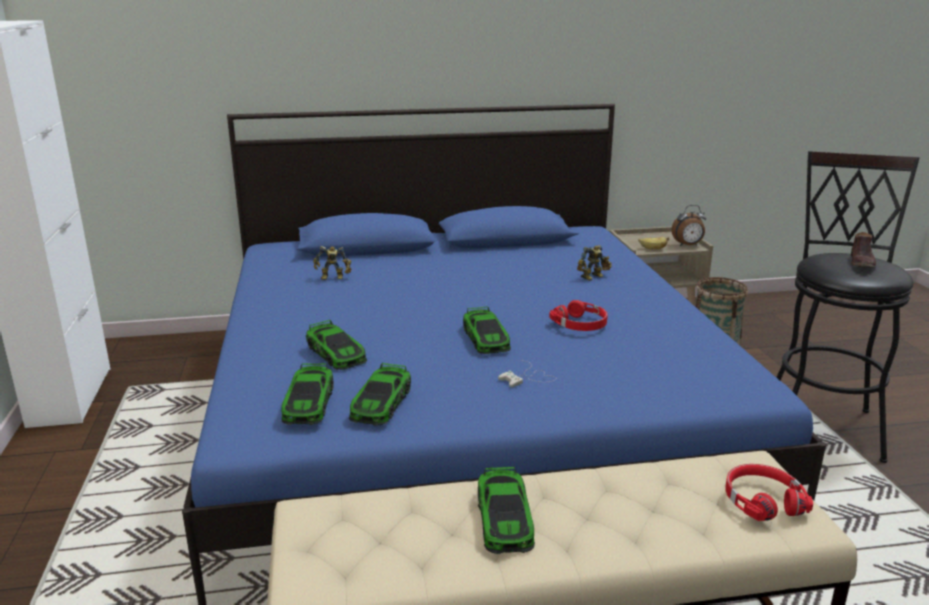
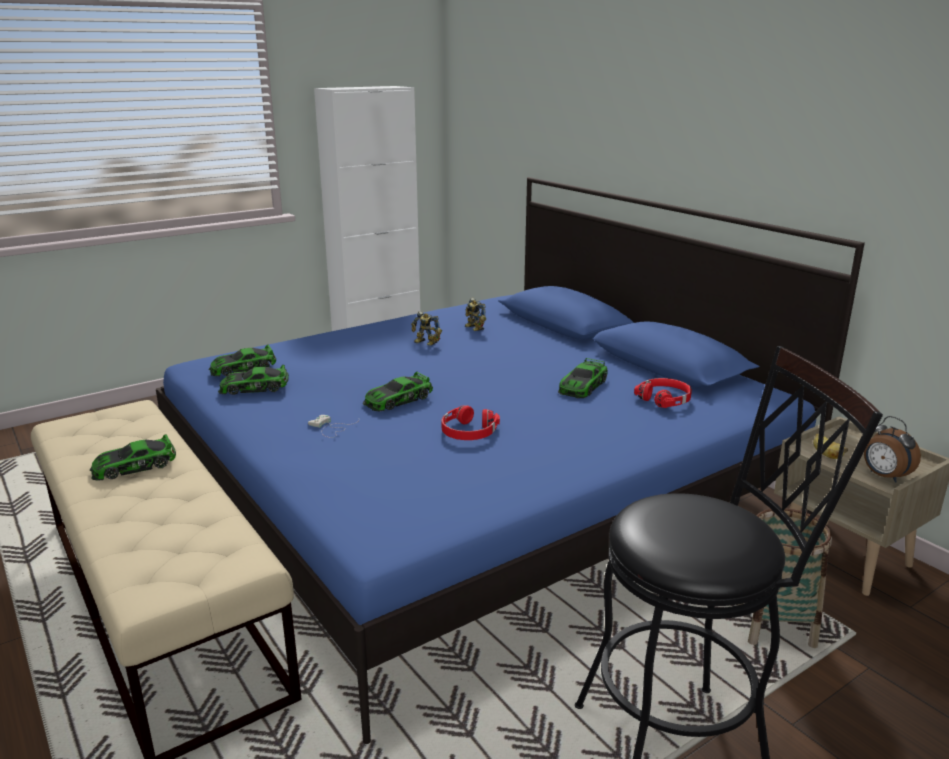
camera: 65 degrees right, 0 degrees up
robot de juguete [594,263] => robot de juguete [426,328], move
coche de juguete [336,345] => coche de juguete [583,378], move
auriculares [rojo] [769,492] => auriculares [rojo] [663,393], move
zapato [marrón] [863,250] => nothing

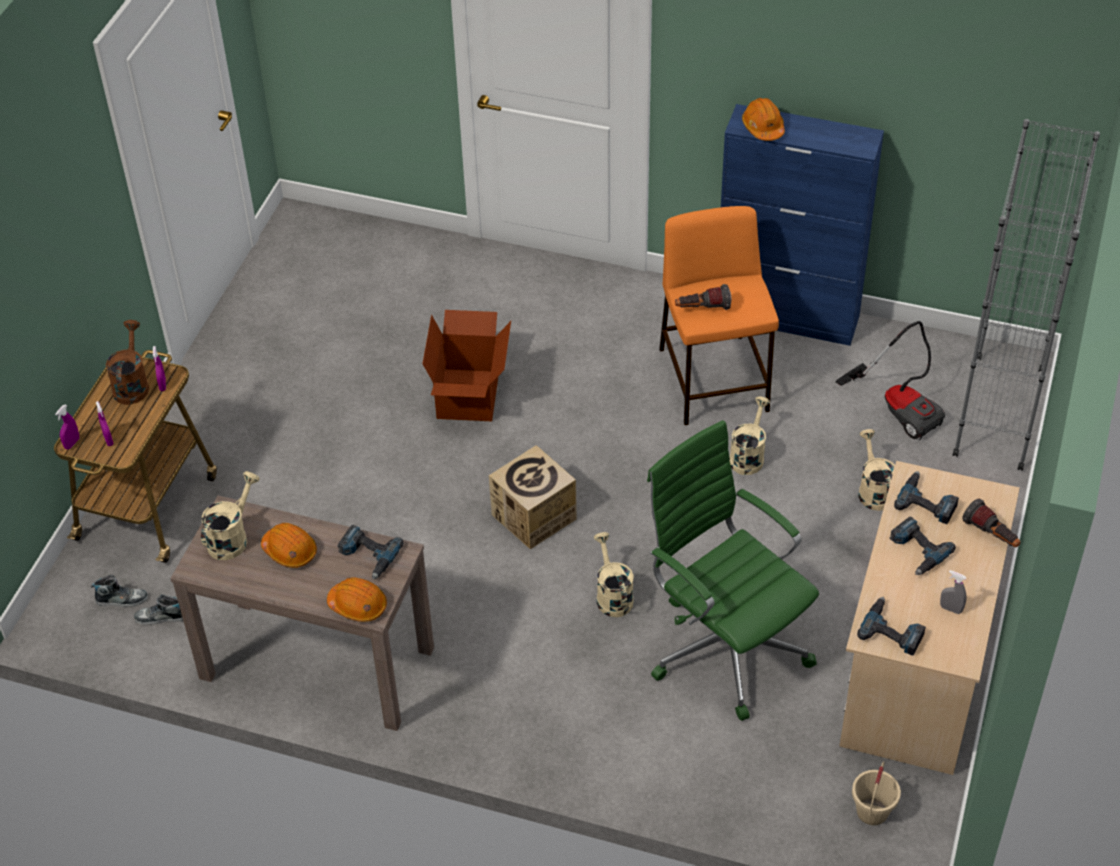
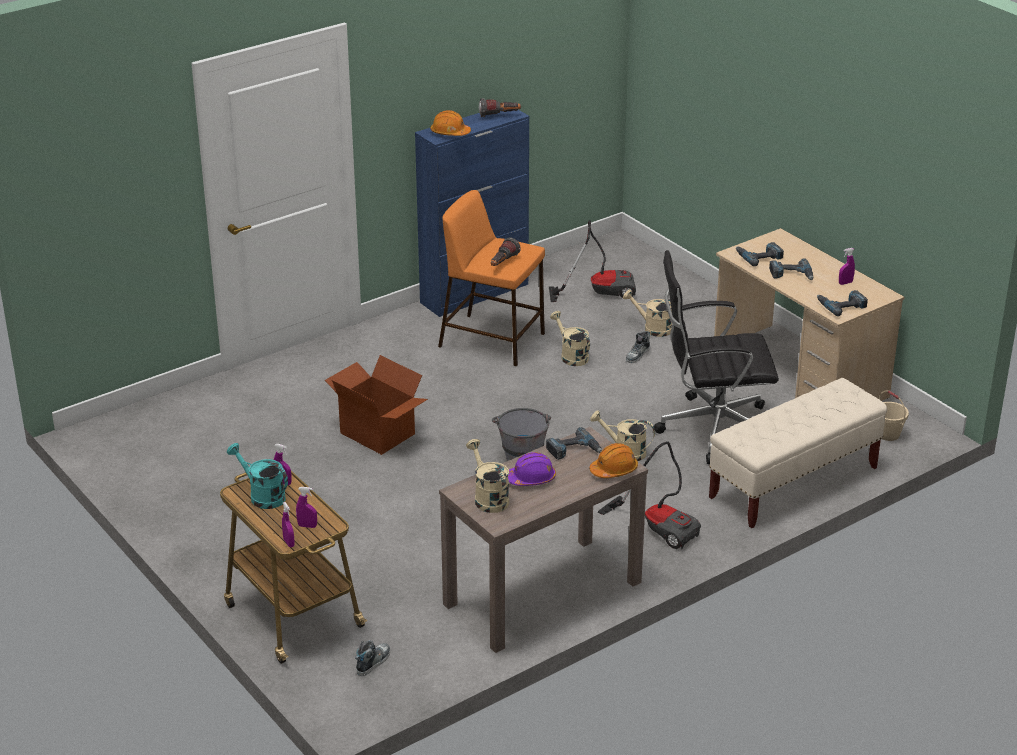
camera: 55 degrees left, 15 degrees down
regadera [marrón] [127,362] => regadera [turquesa] [257,476]
linterna [992,523] => linterna [500,107], move
caja de cartón [533,497] => cubo [gris] [521,434]
casco [naranja] [289,545] => casco [morado] [532,469]
nothing => aspiradora [649,495]
zapato [158,609] => zapato [638,347], move
silla de oficina [verde] [733,570] => silla de oficina [negro] [716,357]
nothing => banco [beis] [798,453]
pulverizador [gris] [953,592] => pulverizador [morado] [847,266]
estantería [gris] [1026,295] => nothing

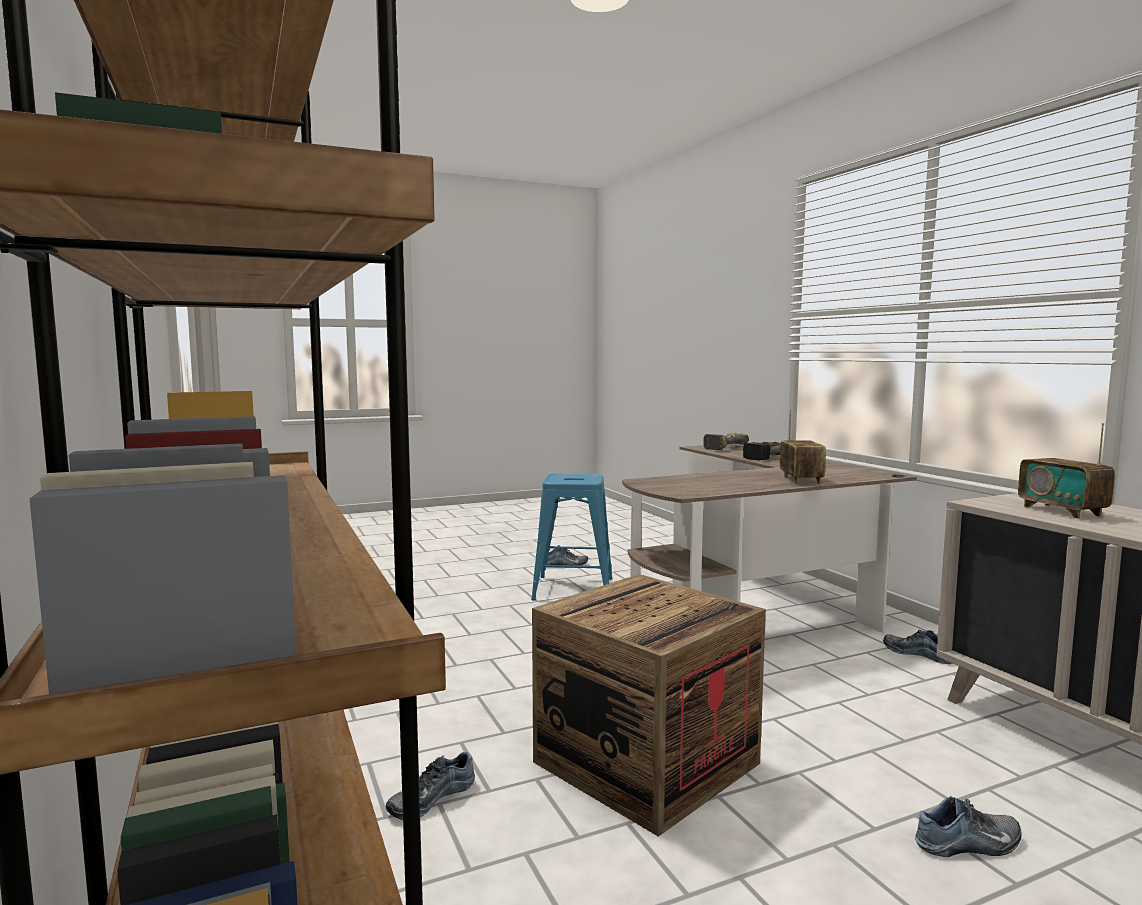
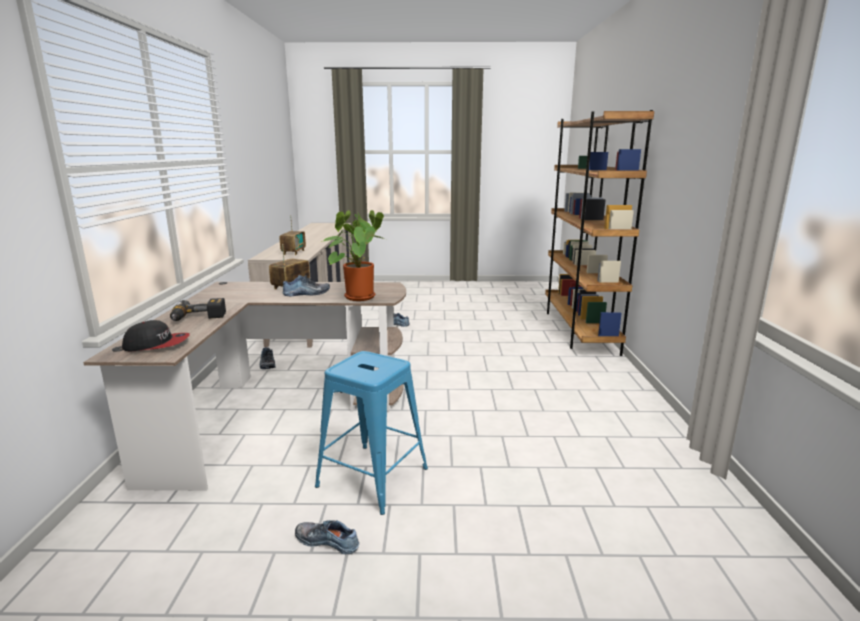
camera: 155 degrees left, 10 degrees up
taladro [726,441] => gorra [156,335]
zapato [430,786] => zapato [306,285], move
nothing => planta en maceta [352,255]
caja de embalaje [649,705] => nothing

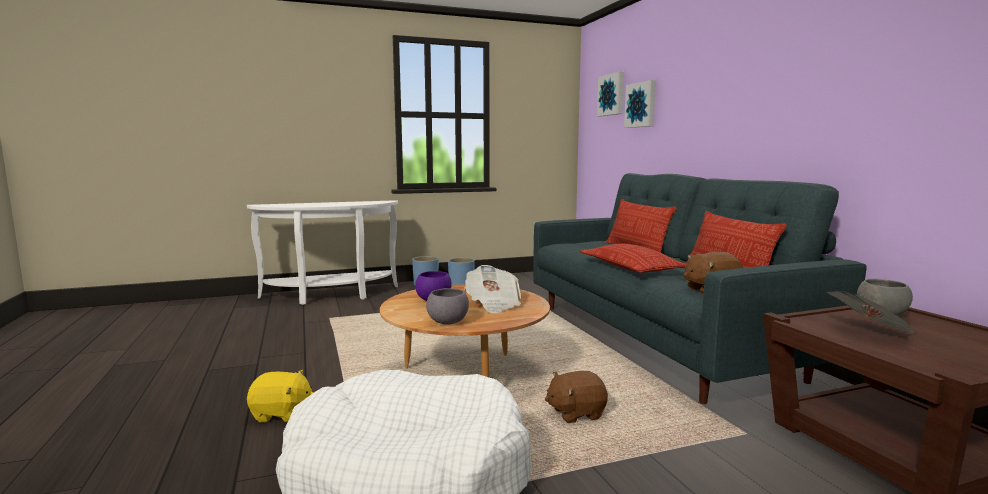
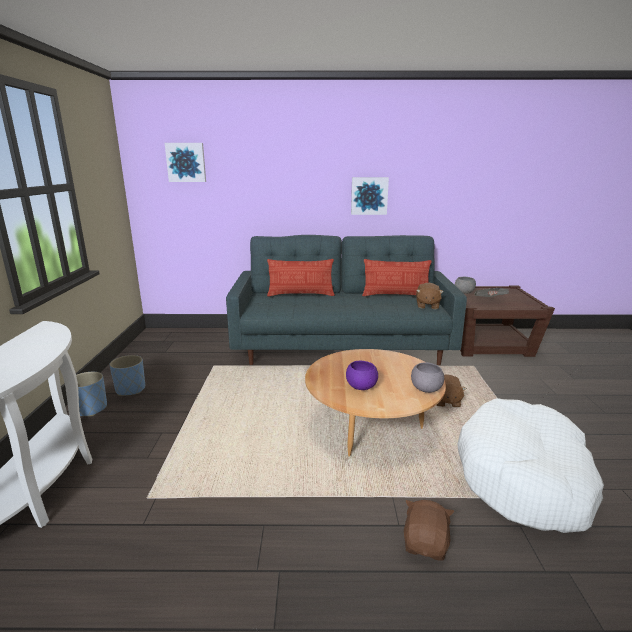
camera: 70 degrees left, 10 degrees up
cuadro [640,104] => cuadro [370,196], move
peluche [amarillo] [280,396] => peluche [marrón] [429,530]
periódico [492,289] => nothing
cojín [633,258] => nothing

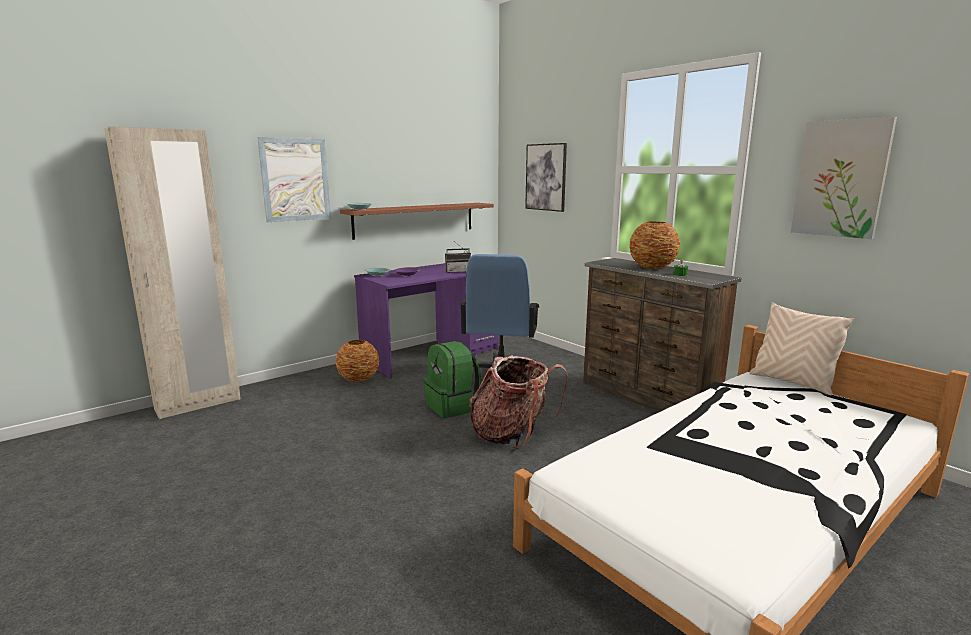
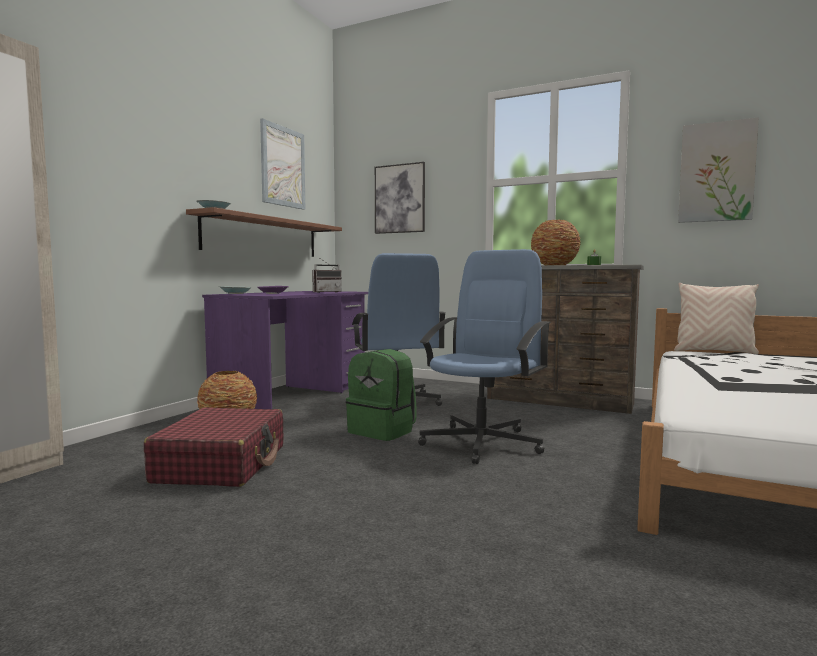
camera: 25 degrees left, 10 degrees down
nothing => maleta [rojo] [213,447]
cuadro [294,179] => cuadro [282,164], move
mochila [518,402] => silla de oficina [azul] [484,356]

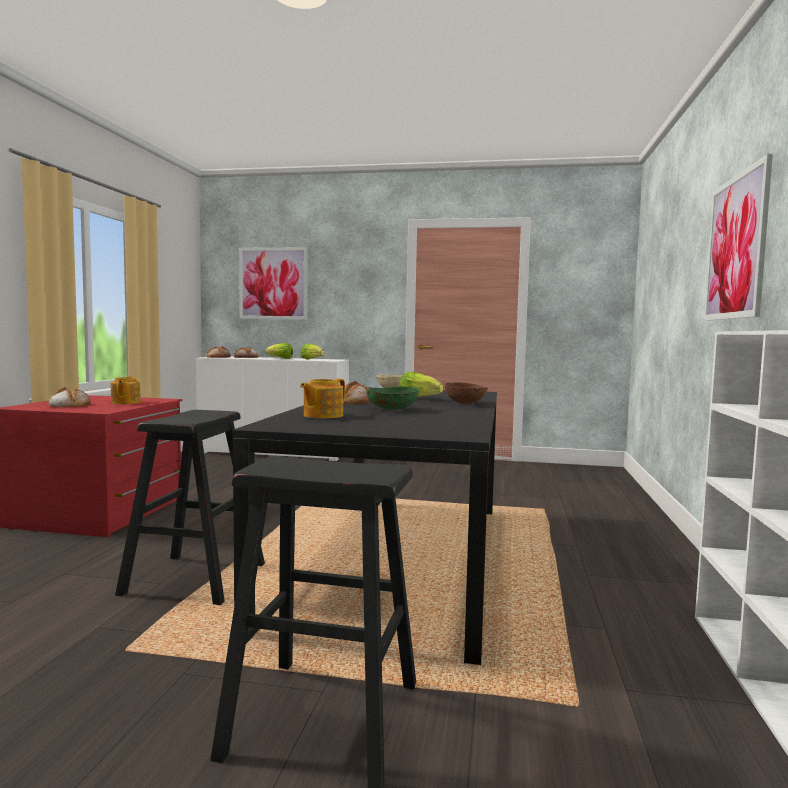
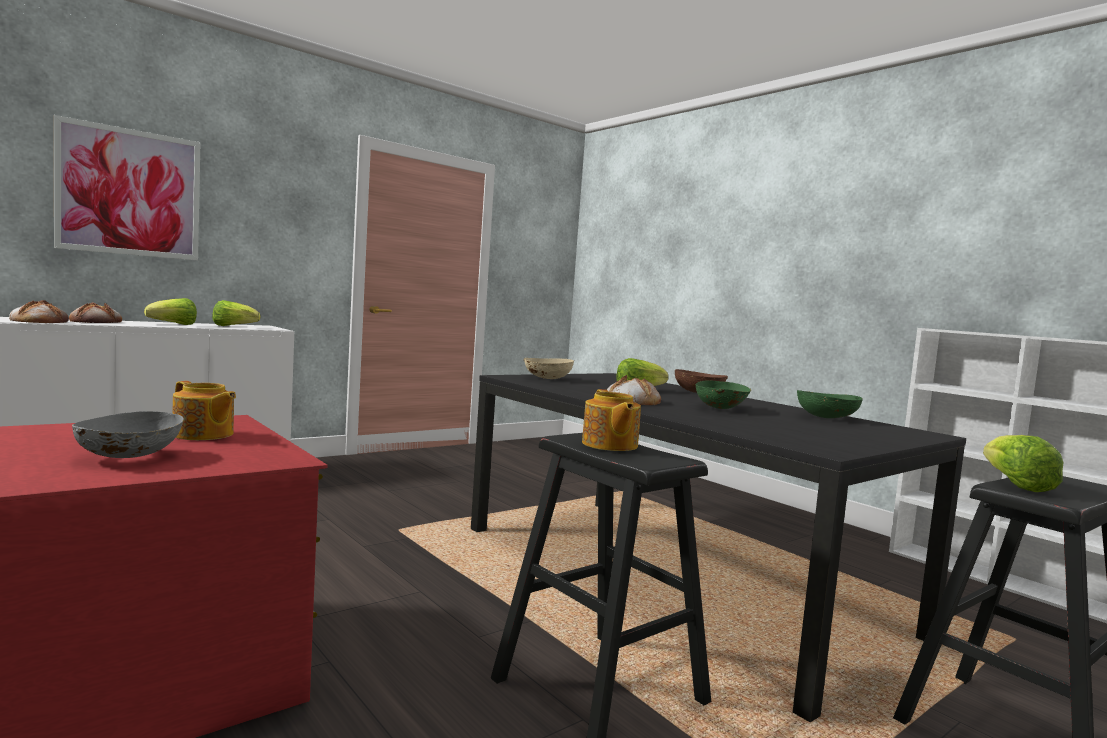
camera: 50 degrees left, 0 degrees up
pan [69,397] => cuenco [gris] [128,434]
tetera [322,398] => tetera [611,420], move
nothing => cuenco [verde] [830,404]
nothing => lechuga [1023,463]
cuadro [738,237] => nothing

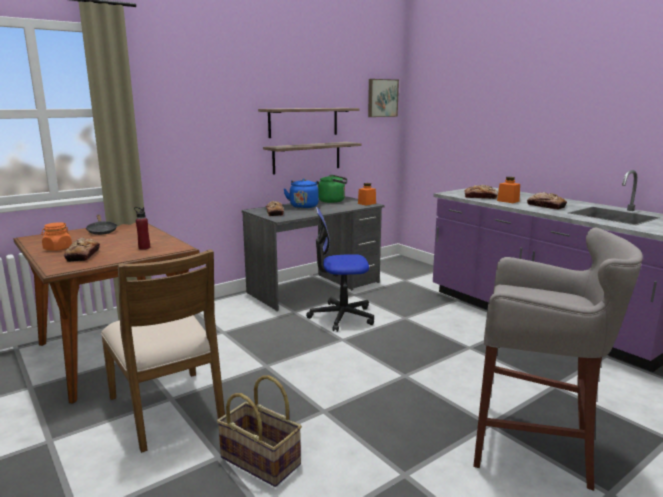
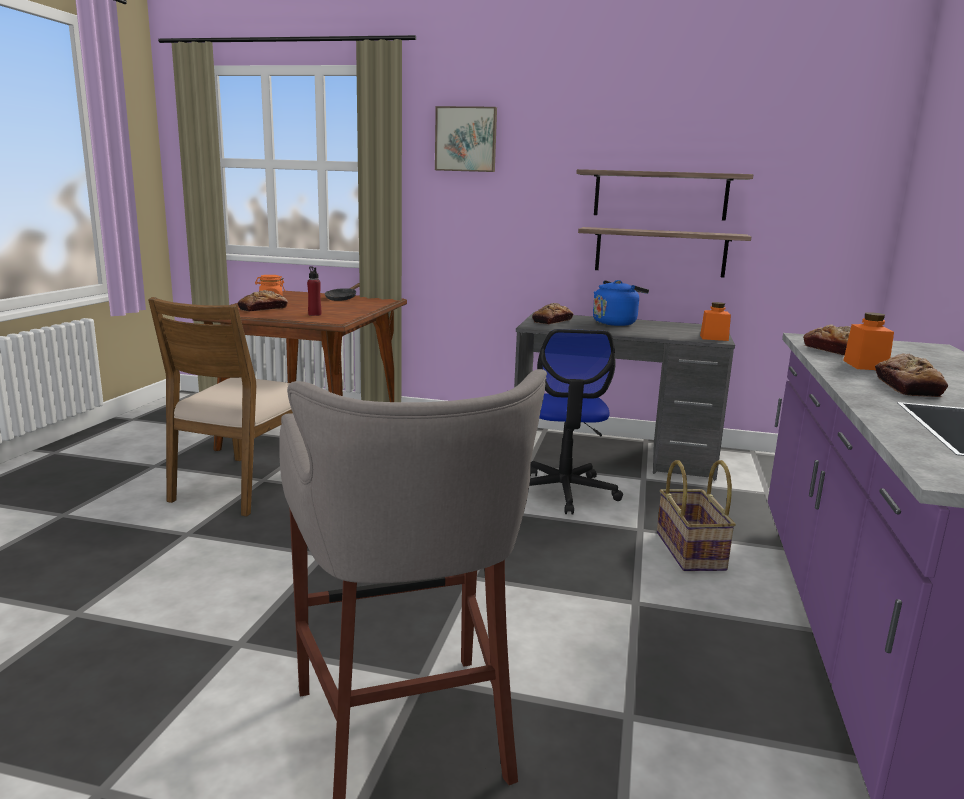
camera: 50 degrees right, 0 degrees up
cuadro [383,98] => cuadro [466,139], move
silla de oficina [340,269] => silla de oficina [576,422], 135 degrees counterclockwise
cesta [259,431] => cesta [696,515], move
hervidor [verde] [332,189] => nothing

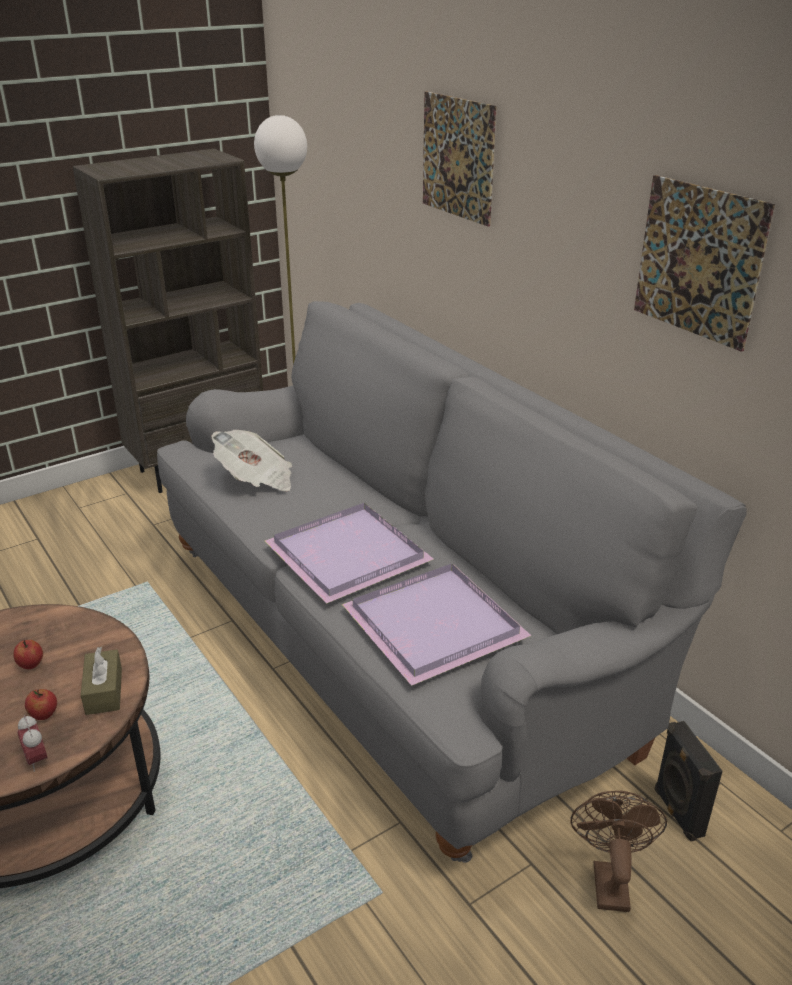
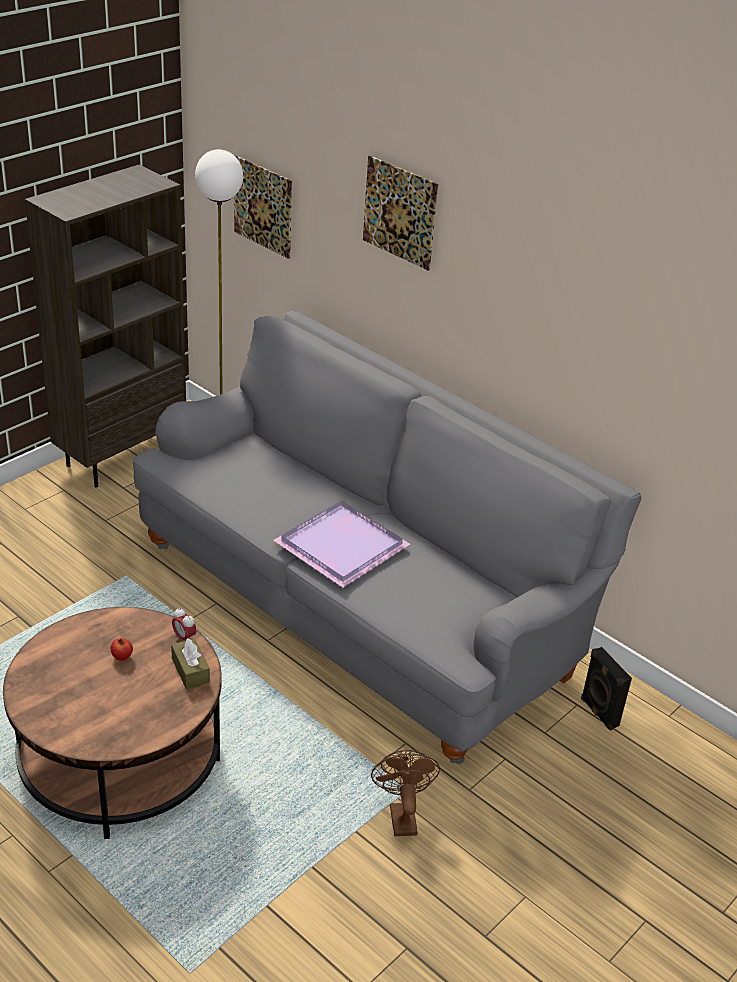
camera: 15 degrees left, 5 degrees up
despertador [32,743] => despertador [184,624], move
cuadro [704,263] => cuadro [263,207], move
ventilador [marrón] [618,851] => ventilador [marrón] [405,793], move
manzana [41,704] => nothing
periódico [251,460] => nothing
bandeja [morado] [436,625] => nothing

